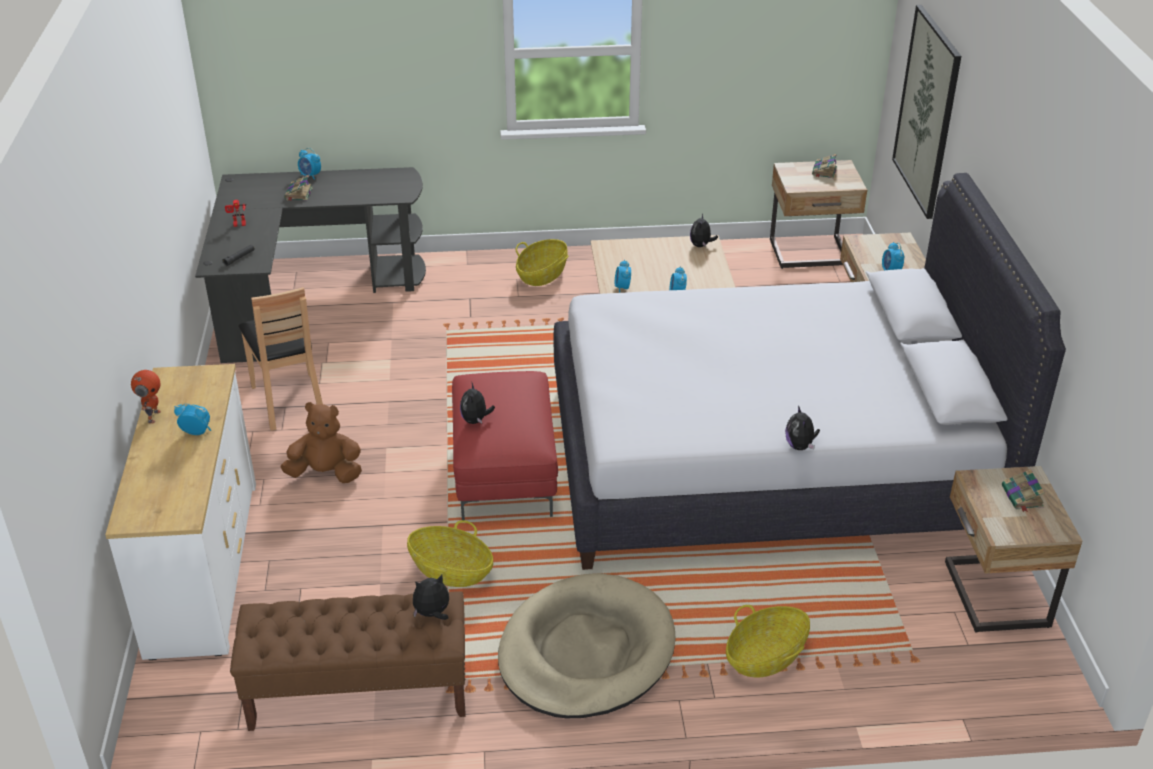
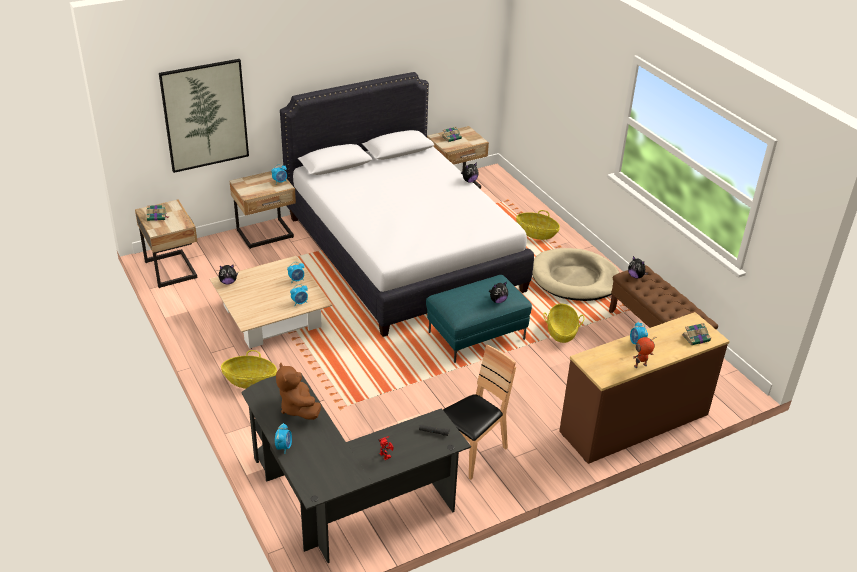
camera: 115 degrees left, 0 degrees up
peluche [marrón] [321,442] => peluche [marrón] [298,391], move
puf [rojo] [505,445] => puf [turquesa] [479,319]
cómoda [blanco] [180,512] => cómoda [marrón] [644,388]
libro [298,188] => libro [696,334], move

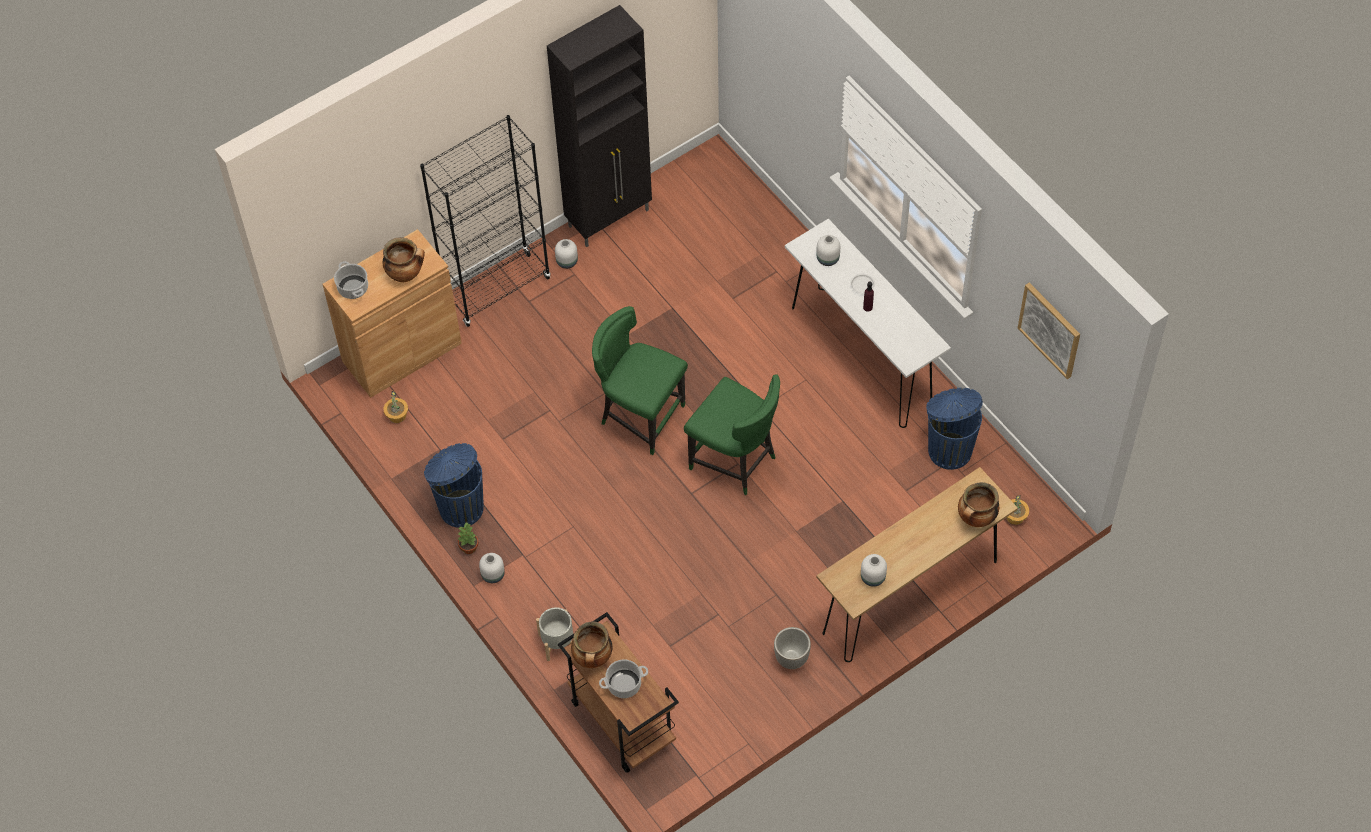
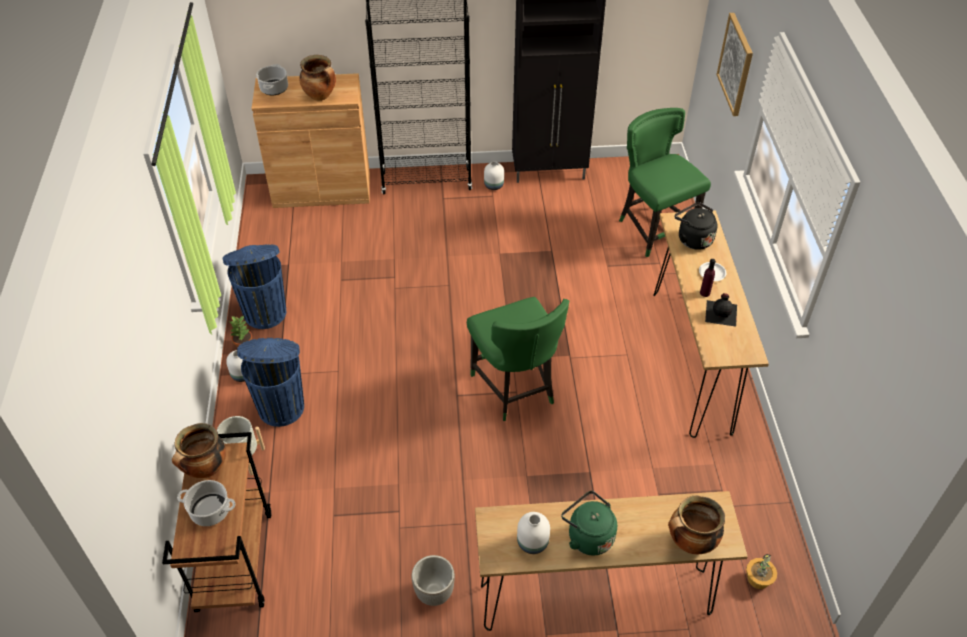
camera: 30 degrees right, 10 degrees down
papelera [azul] [954,429] => papelera [azul] [270,382], move
nothing => hervidor [verde] [589,523]
silla [verde] [640,380] => silla [verde] [665,182], move
mesa consola [blanco] [868,323] => mesa consola [marrón] [711,324]
florero [blanco] [828,250] => hervidor [negro] [696,226]
nothing => botella [negro] [721,310]
cuadro [1049,331] => cuadro [734,64], move
planta en maceta [395,407] => nothing

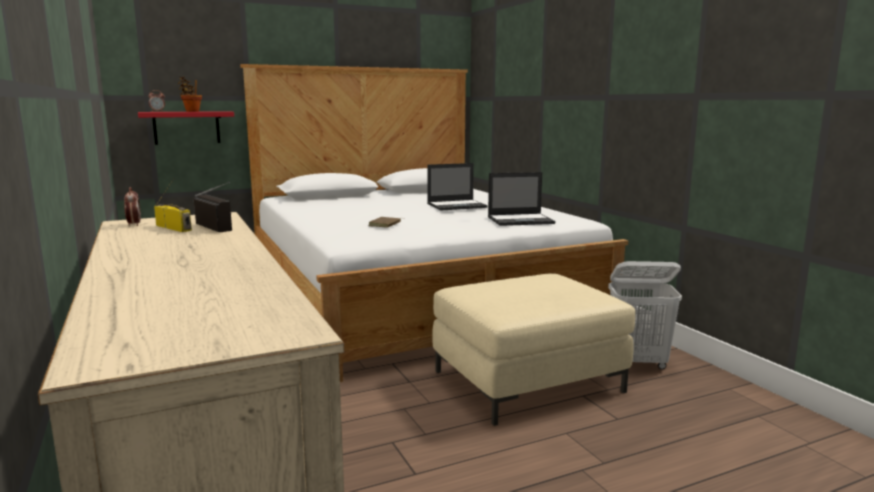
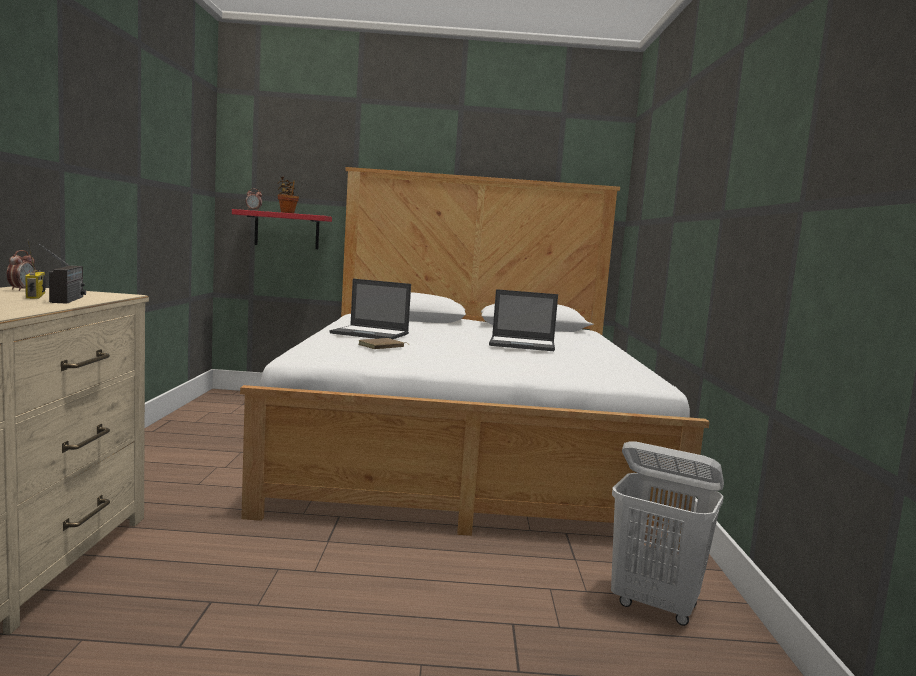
camera: 25 degrees right, 5 degrees down
portátil [521,199] => portátil [370,309], move
puf [beis] [533,349] => nothing

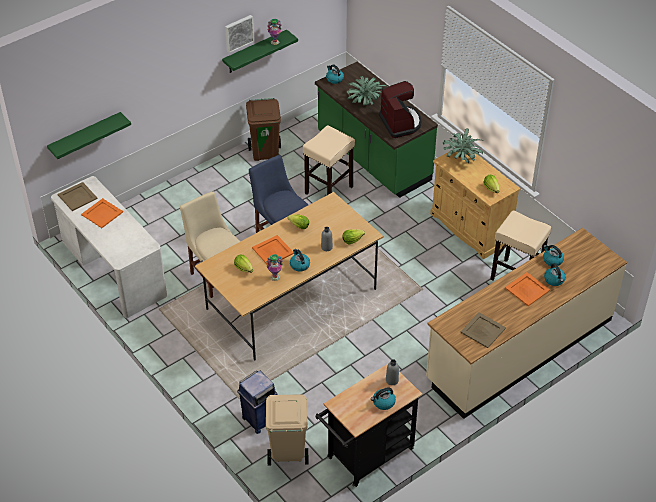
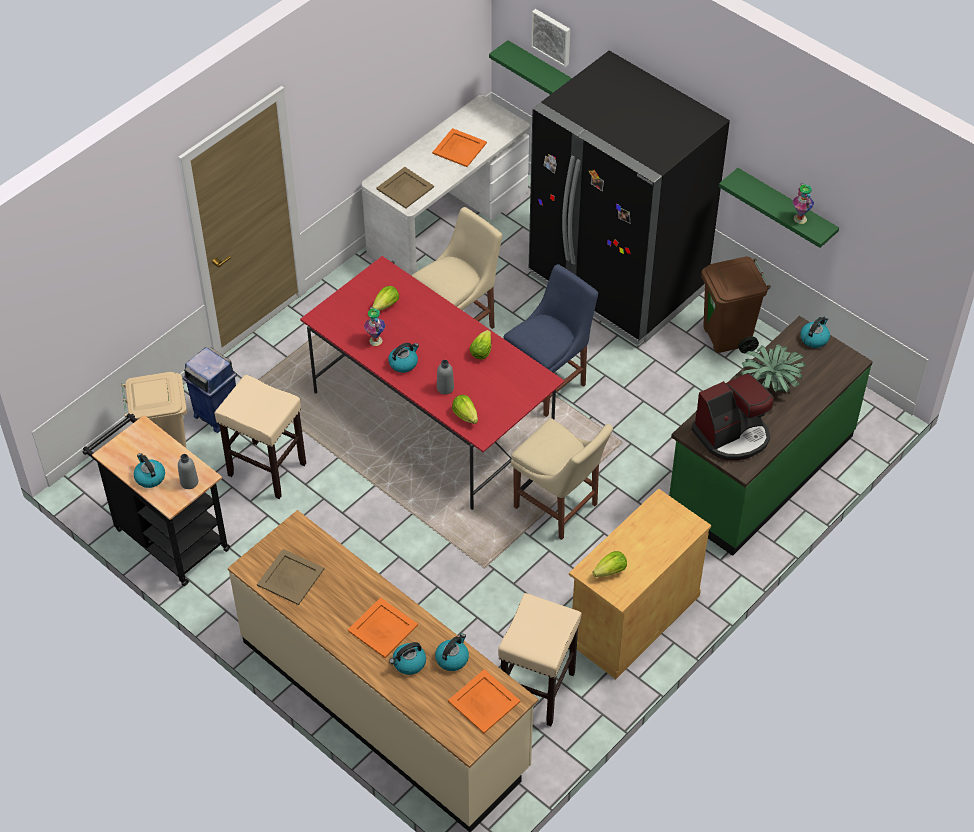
camera: 80 degrees right, 5 degrees up
taburete [beis] [329,160] => taburete [beis] [260,437], move
mesa de comedor [beis] [289,276] => mesa de comedor [rojo] [432,383]
bandeja [beis] [78,196] => bandeja [beis] [405,188], move
bandeja [naranja] [273,250] => bandeja [naranja] [484,701], move
nothing => silla [beis] [562,479]
nothing => nevera [negro] [629,198]
cuadro [239,34] => cuadro [550,38], move
planta en maceta [463,146] => nothing

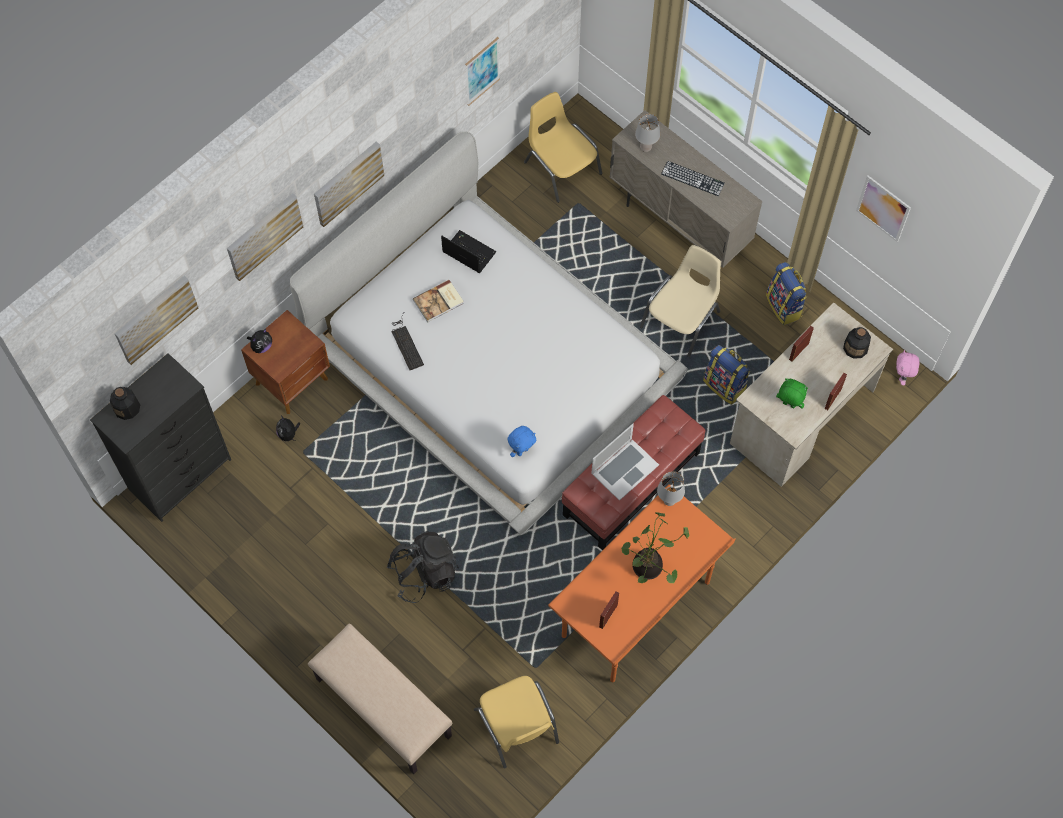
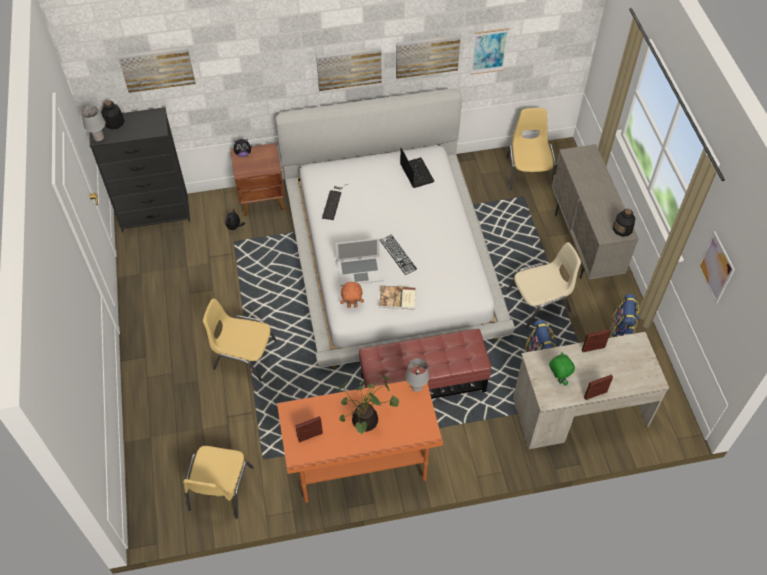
camera: 35 degrees right, 10 degrees down
lámpara de mesa [gris] [647,133] => lámpara de mesa [gris] [93,124], move
mochila [negro] [423,567] => silla [amarillo] [240,340]
portátil [625,462] => portátil [359,262], move
peluche [azul] [522,441] => peluche [naranja] [352,295]
libro [438,301] => libro [397,297], move
teclado [693,178] => teclado [398,255], move
cuadro [265,237] => cuadro [428,57], move
botella [857,343] => botella [624,223], move
banco [beis] [380,698] => nothing
peluche [rosa] [908,367] => nothing

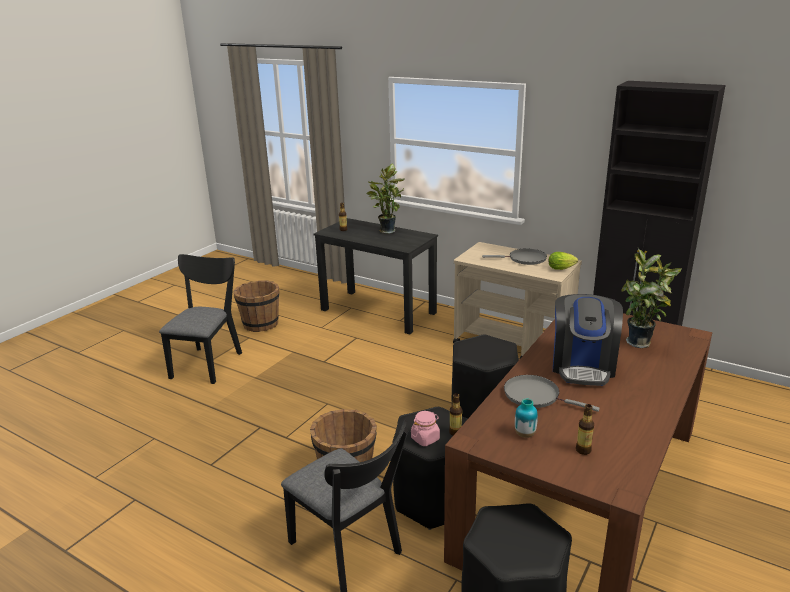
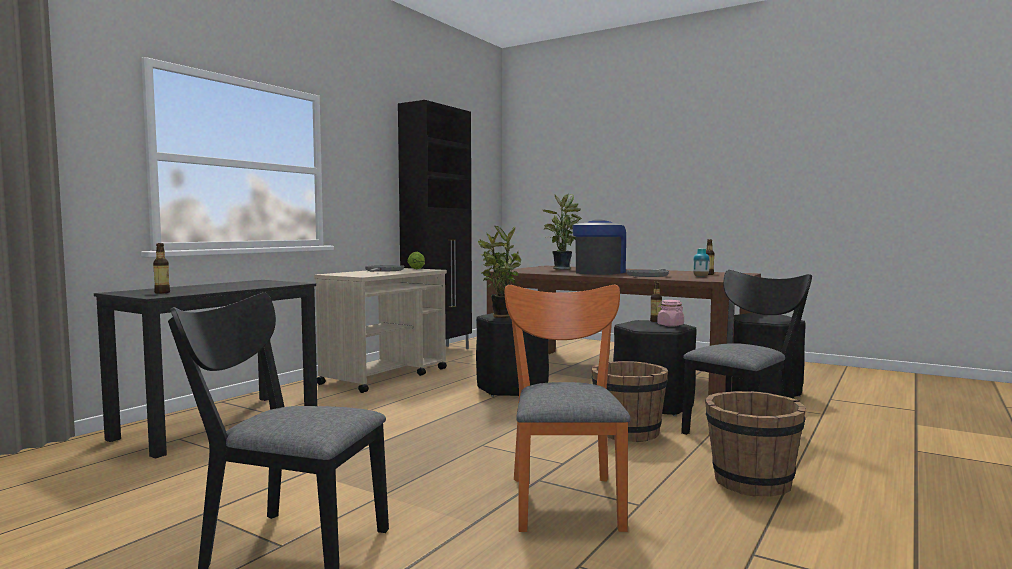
camera: 90 degrees left, 20 degrees down
planta en maceta [385,198] => planta en maceta [499,272], move
nothing => silla [naranja] [568,408]
cafetera [588,340] => cafetera [599,247], 75 degrees counterclockwise
cubo [marrón] [256,306] => cubo [marrón] [755,444], move

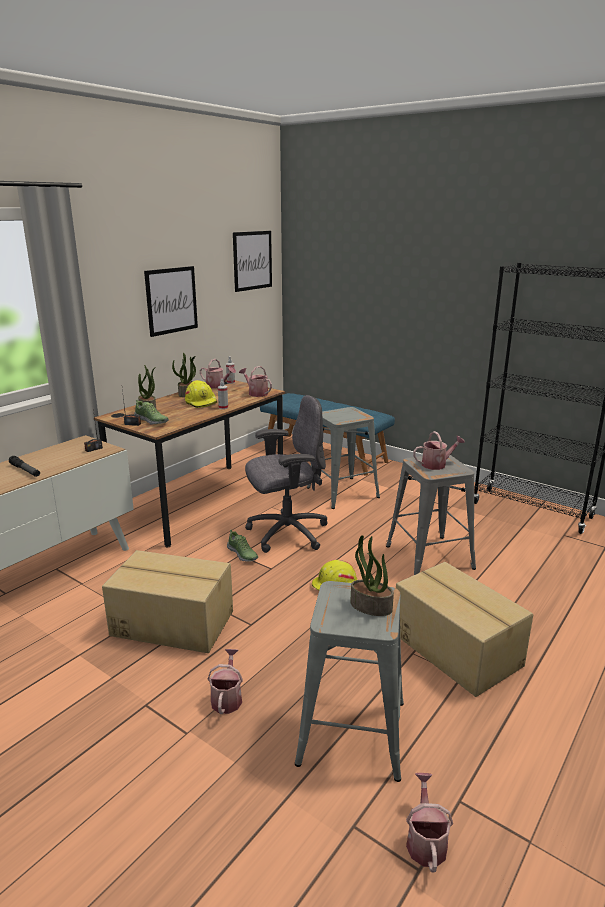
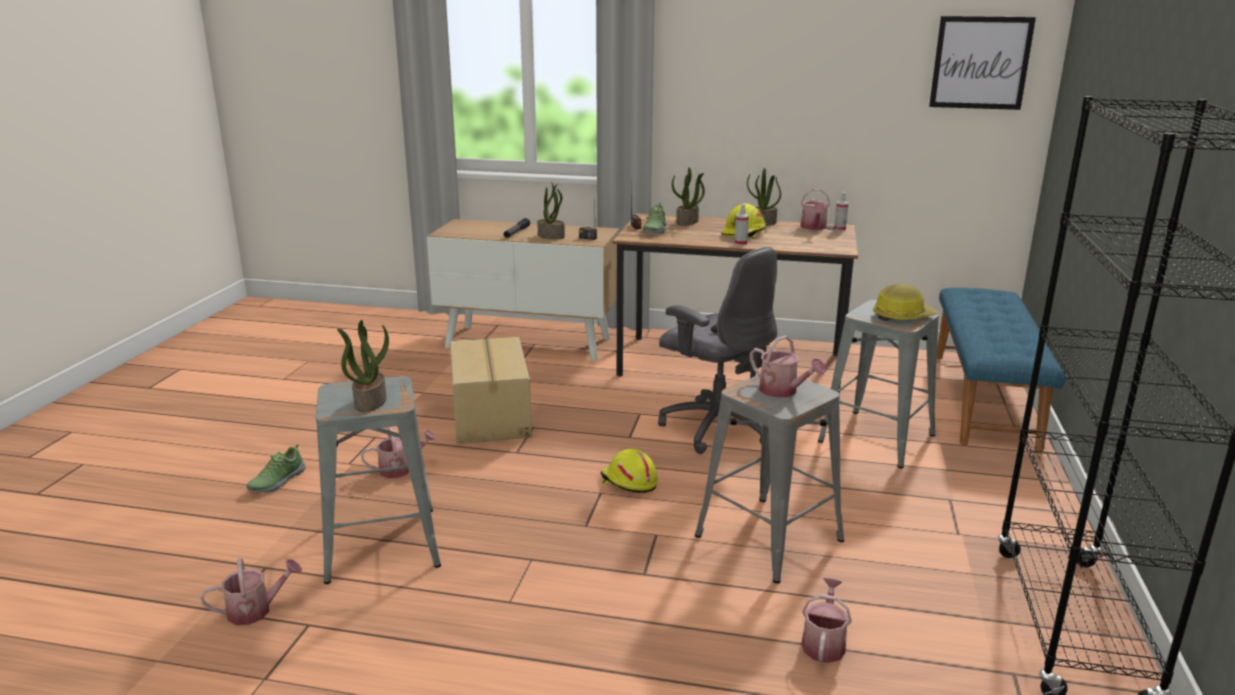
camera: 65 degrees right, 0 degrees up
zapato [242,546] => zapato [276,468], move
nothing => planta en maceta [551,211]
regadera [255,381] => regadera [826,620], move
nothing => casco [905,302]
cuadro [171,301] => nothing
caja de cartón [464,629] => nothing

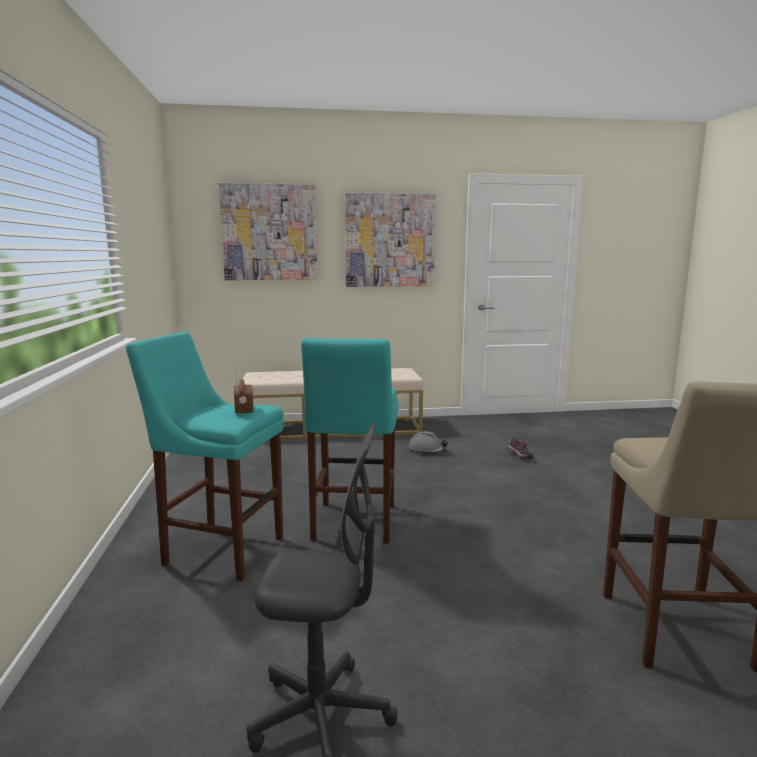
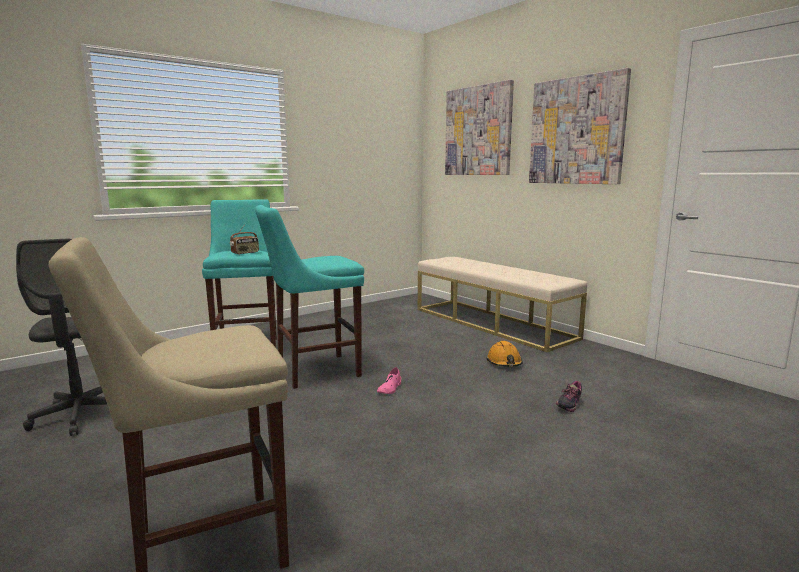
camera: 60 degrees right, 0 degrees up
nothing => zapato [rosa] [389,380]
casco [gris] [428,442] => casco [naranja] [504,354]

